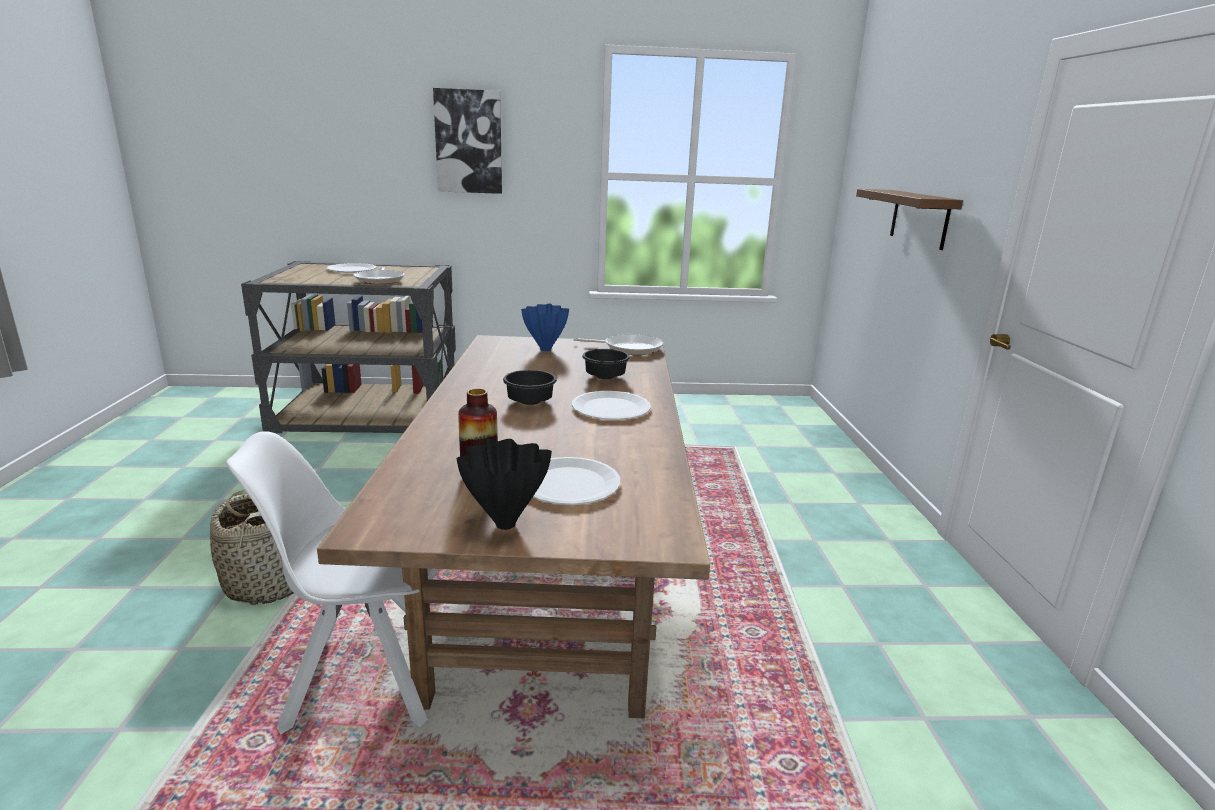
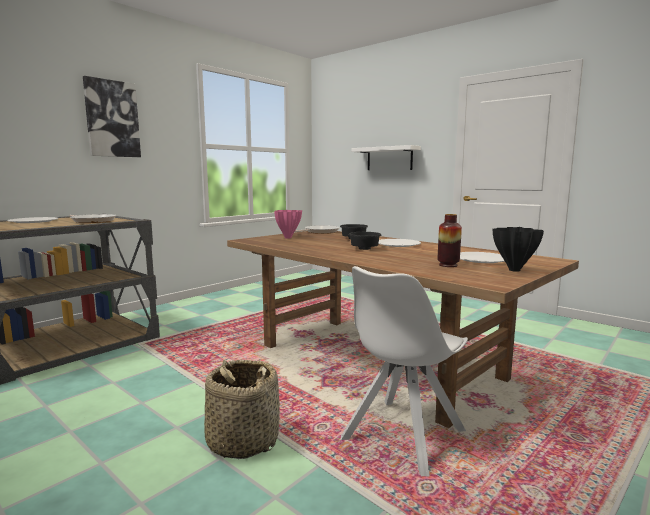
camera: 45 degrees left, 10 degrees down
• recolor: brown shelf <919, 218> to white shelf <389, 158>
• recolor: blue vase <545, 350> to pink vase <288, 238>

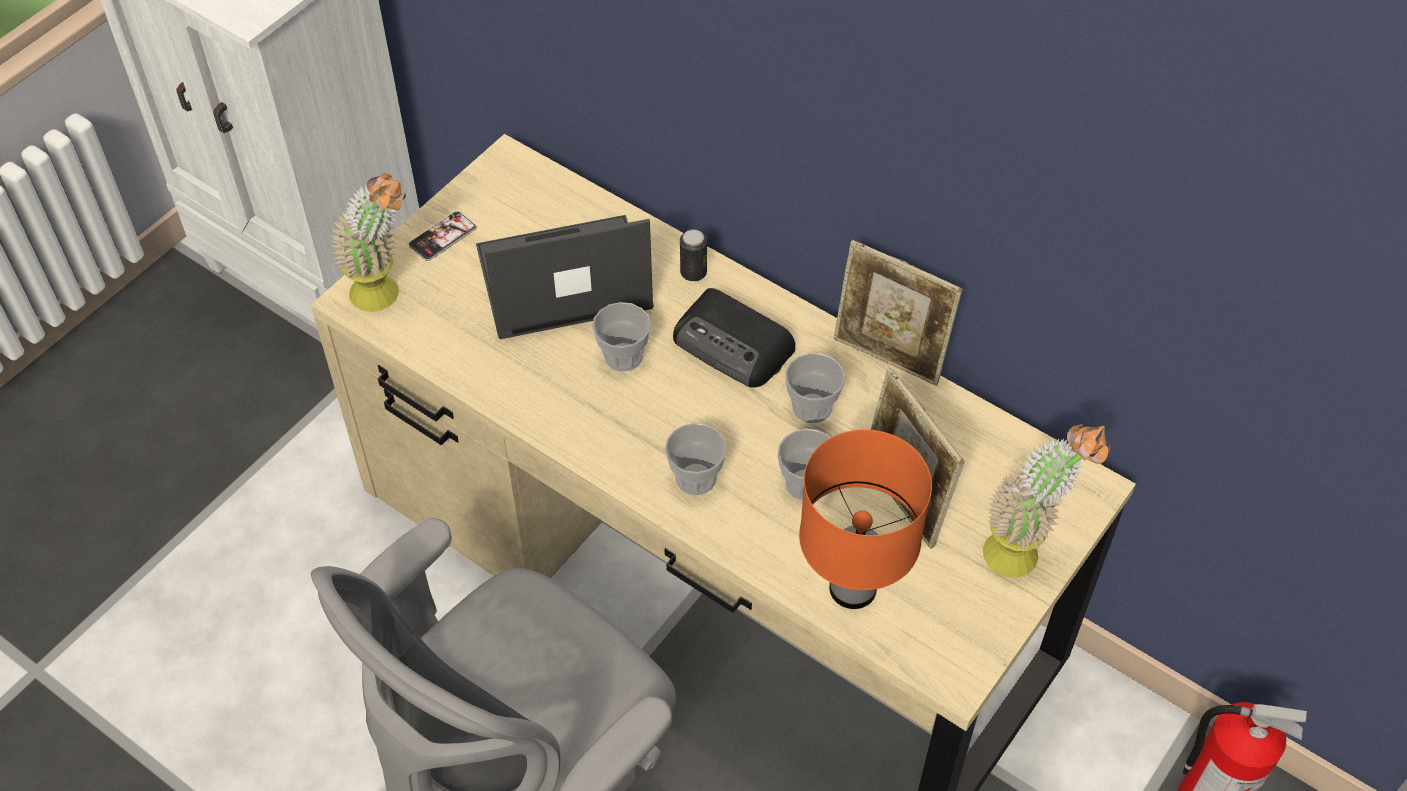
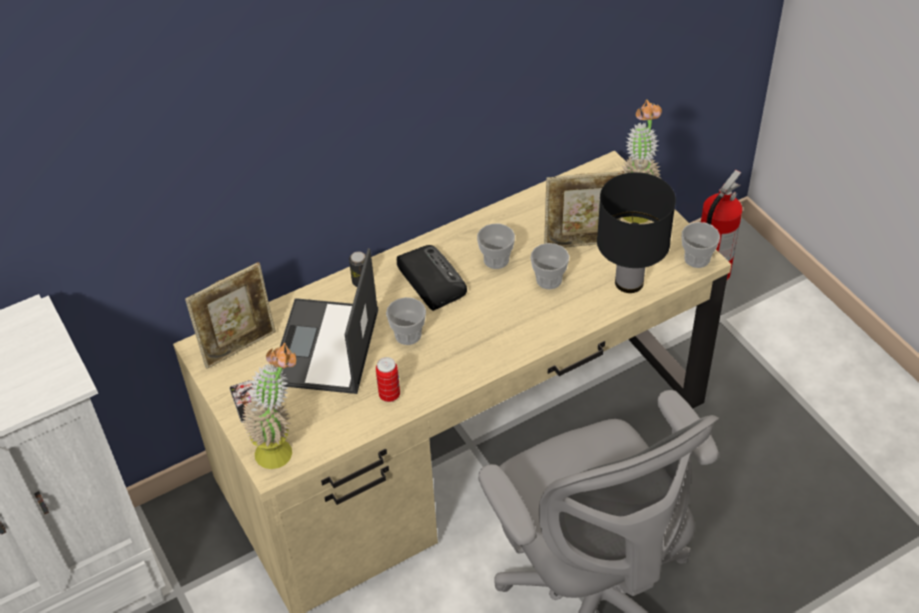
camera: 65 degrees left, 5 degrees down
• move: picture frame <889, 358> to <240, 347>
• rotate: radio <734, 345> = <430, 280> 90 degrees counterclockwise
• move: cup <696, 478> to <697, 258>
• recolor: orange table lamp <851, 589> to black table lamp <629, 283>
• insert: can <389, 395>

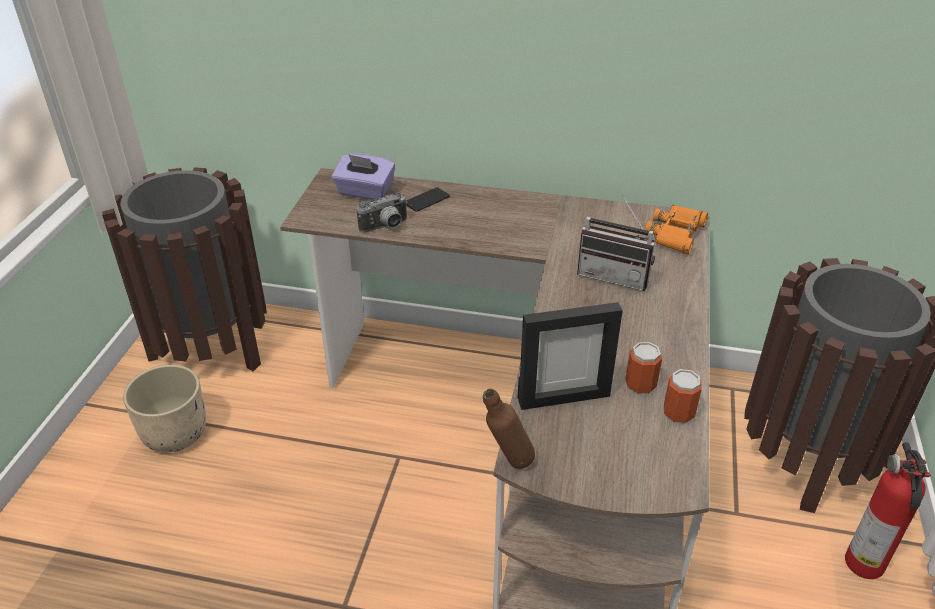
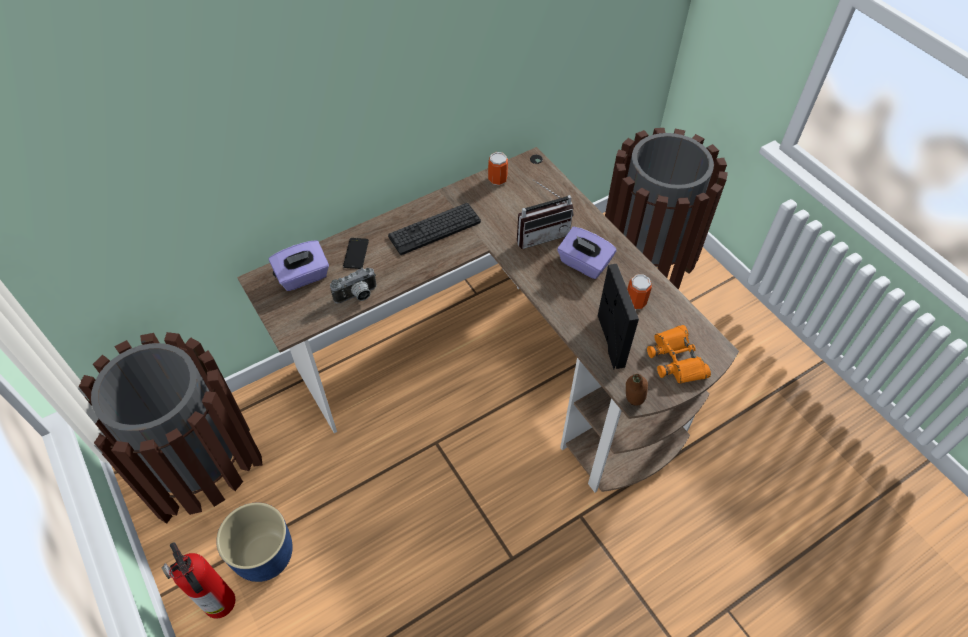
camera: 45 degrees left, 15 degrees up
• rotate: photo camera <386, 227> = <357, 296> 45 degrees clockwise
• move: orange binoculars <676, 234> to <676, 359>
• rotate: picture frame <563, 397> = <609, 341> 45 degrees counterclockwise
• recolor: beige planter <174, 433> to blue planter <263, 555>
• move: can <678, 413> to <497, 179>
• move: fire extinguisher <865, 565> to <220, 604>
• insert: keyboard <435, 229>
• insert: purple tissue box <583, 264>

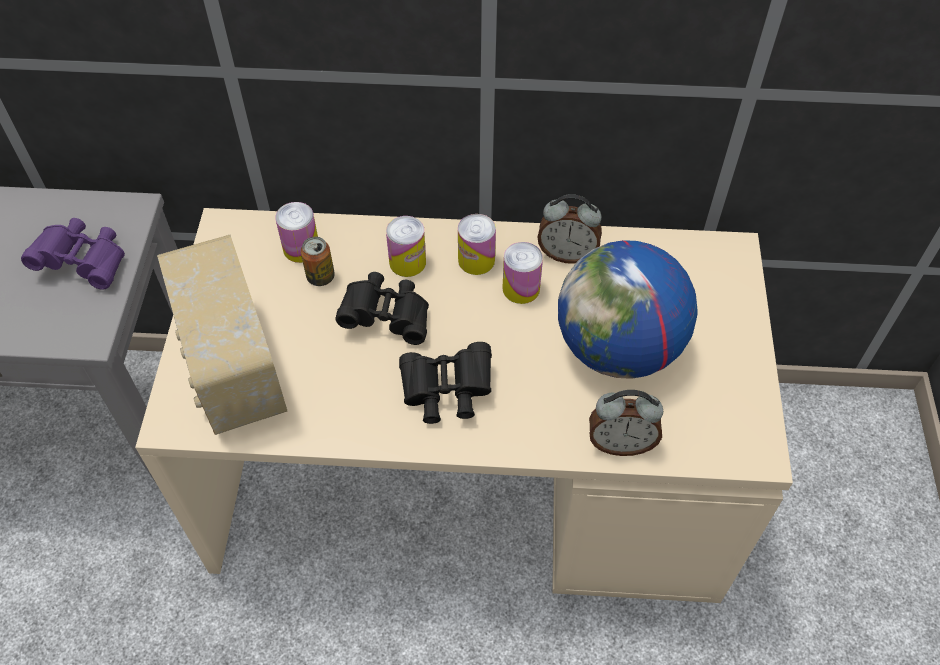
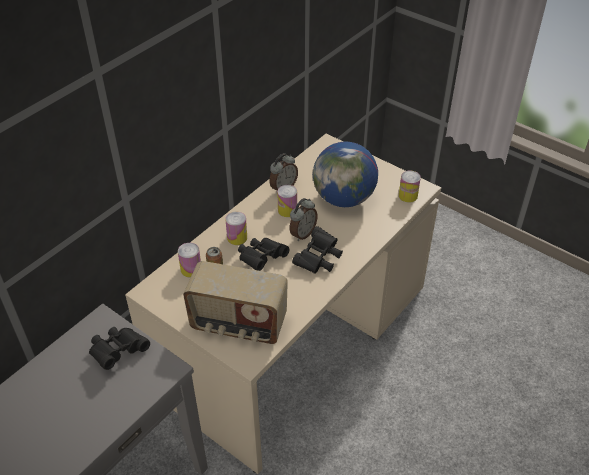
camera: 55 degrees left, 10 degrees down
• move: can <476, 260> to <408, 196>
• recolor: purple binoculars <84, 263> to black binoculars <118, 352>
• move: alarm clock <620, 443> to <302, 234>

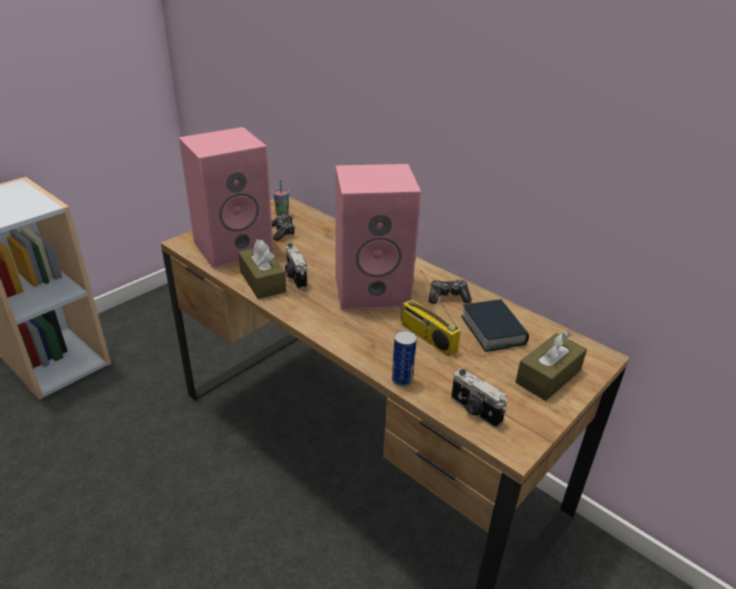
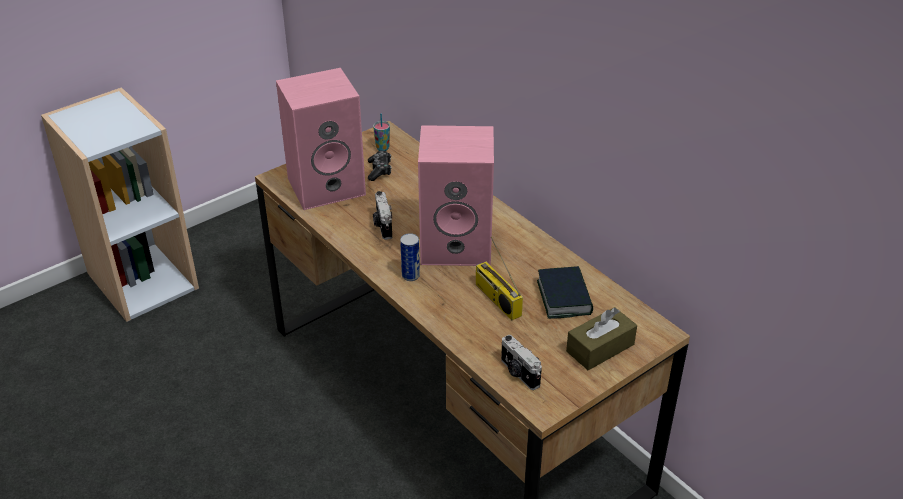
camera: 10 degrees right, 5 degrees up
• delete: brown tissue box <262, 281>
• delete: game controller <448, 297>
• move: can <402, 380> to <410, 276>

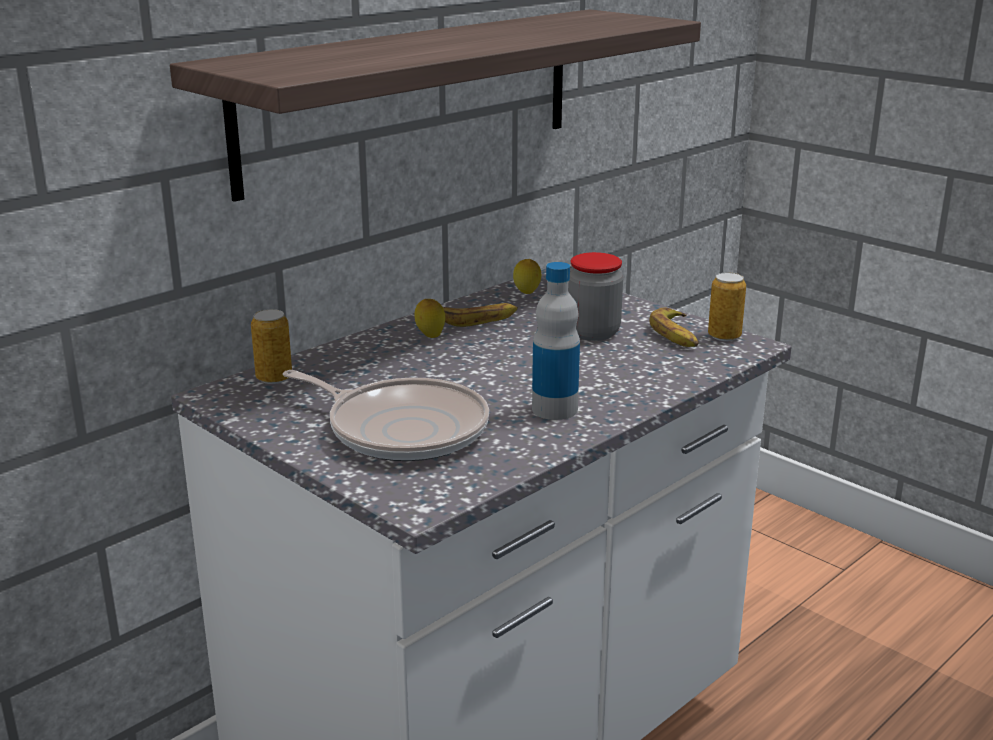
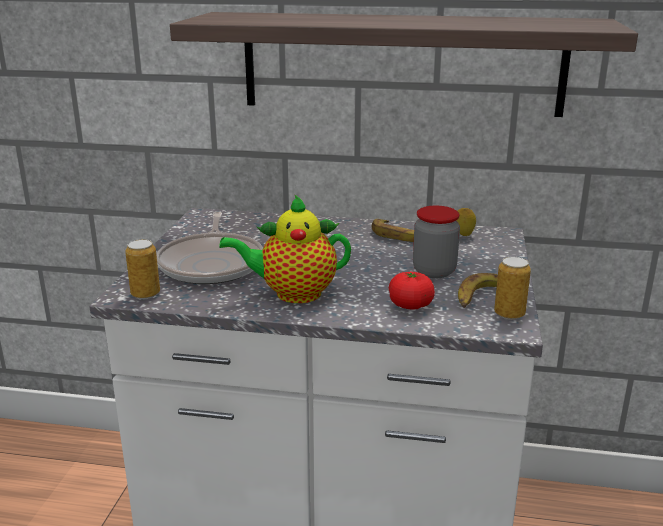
camera: 55 degrees right, 0 degrees up
• replace: bottle <554, 409> to teapot <293, 294>
• delete: lemon <430, 337>
• move: can <274, 378> to <145, 294>
• insert: tomato <410, 305>

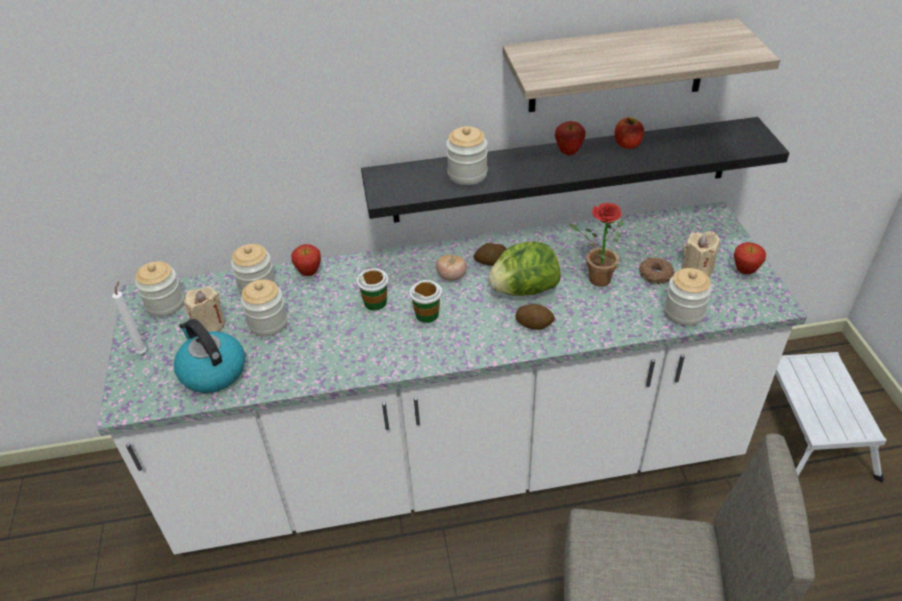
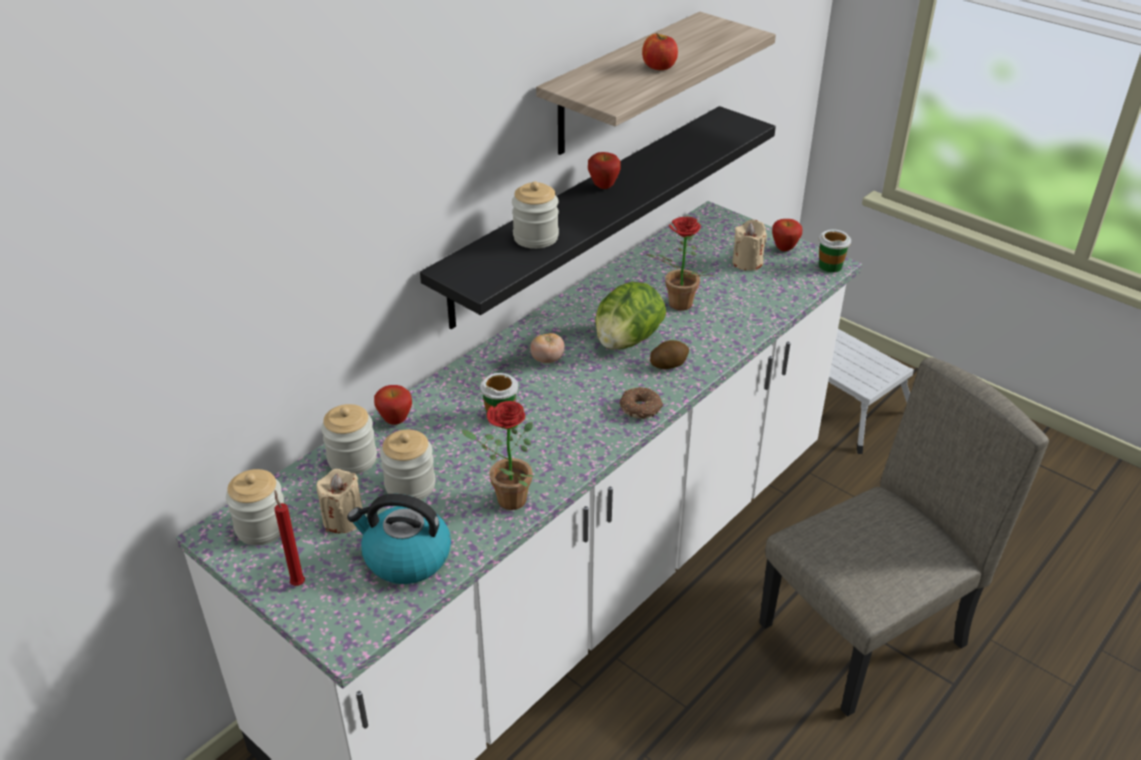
camera: 40 degrees left, 5 degrees down
• move: apple <627, 144> to <659, 67>
• delete: potato <491, 262>
• move: donut <656, 275> to <641, 408>
• delete: jar <683, 312>
• move: cup <427, 314> to <830, 266>
• recolor: white candle <143, 351> to red candle <297, 582>
• insert: potted plant <505, 500>

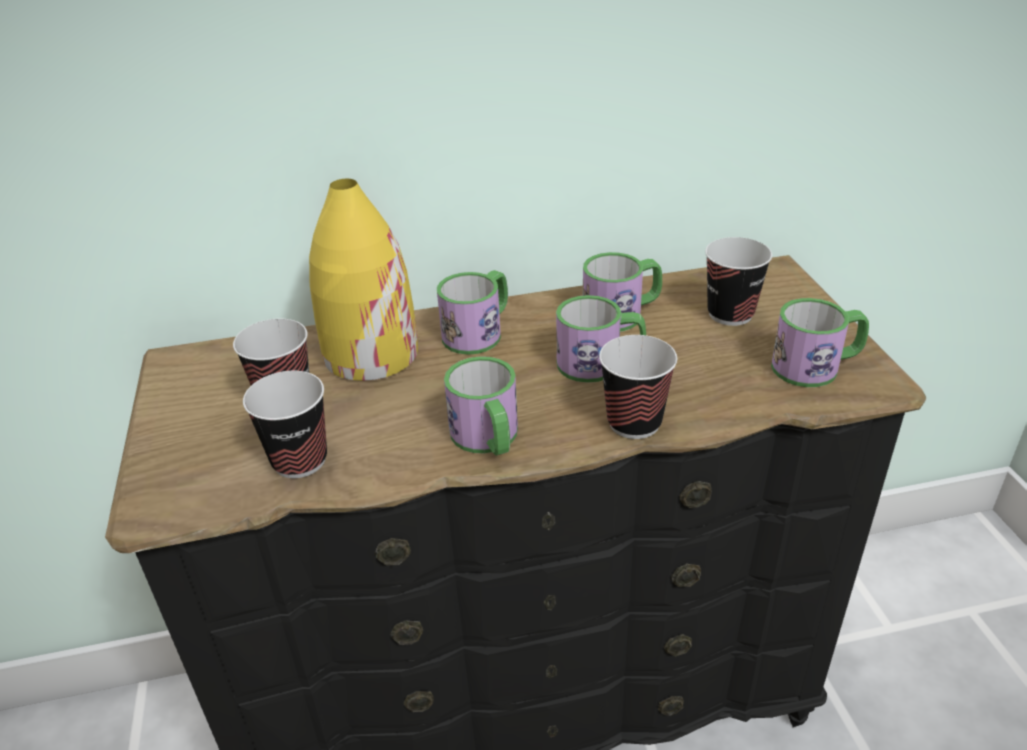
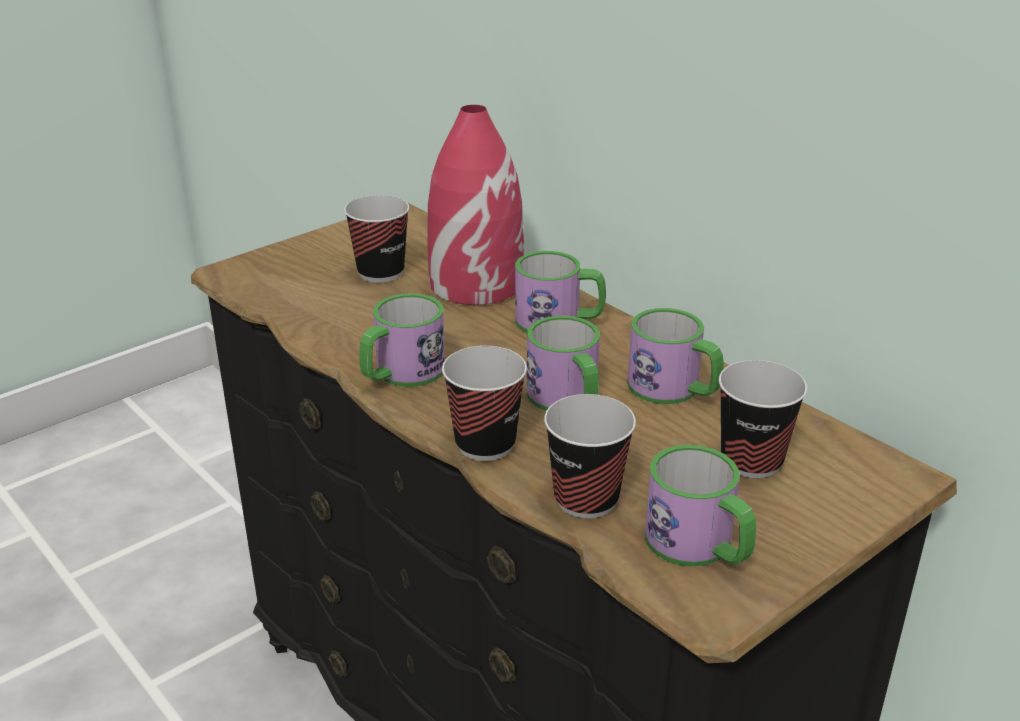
camera: 60 degrees right, 5 degrees down
• recolor: yellow vase <370, 354> to red vase <475, 283>
• move: cup <299, 460> to <586, 499>

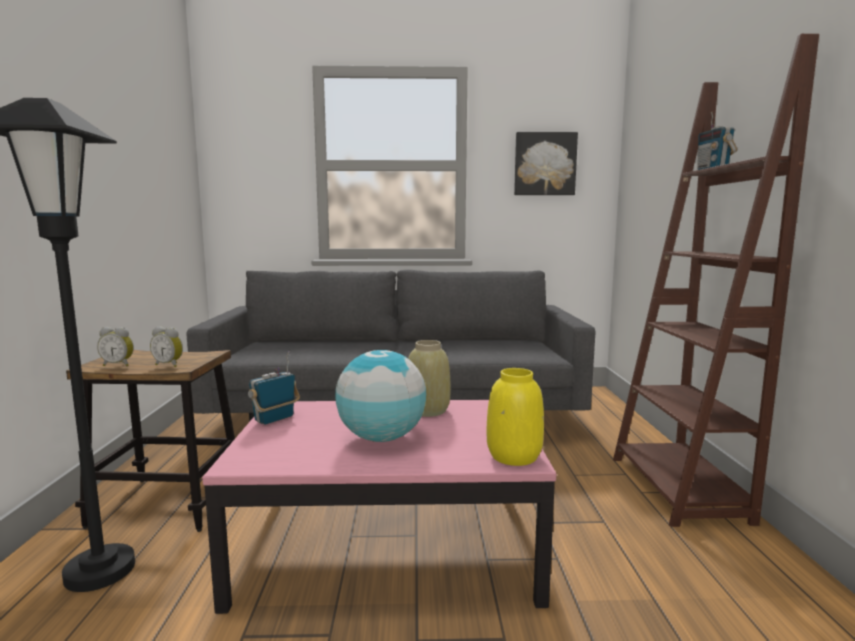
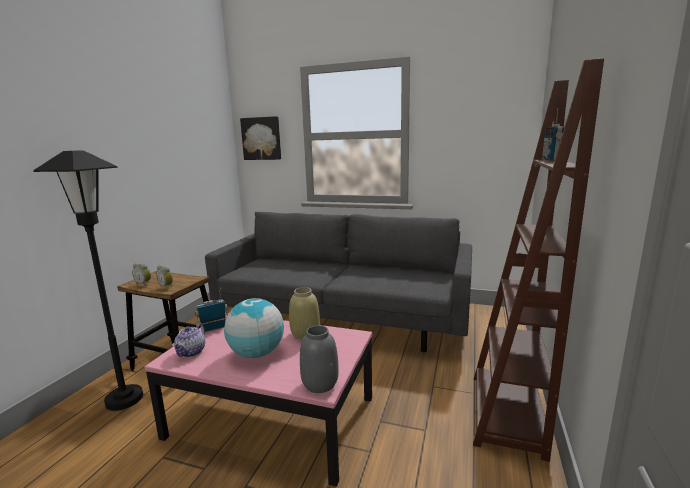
camera: 20 degrees right, 5 degrees up
• move: picture <544, 164> to <261, 138>
• recolor: yellow vase <514, 456> to grey vase <320, 384>
• insert: teapot <191, 352>

